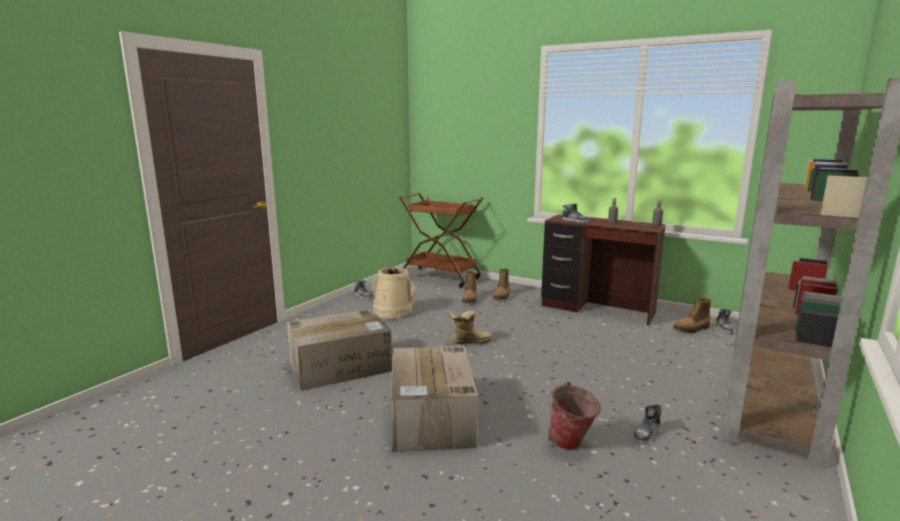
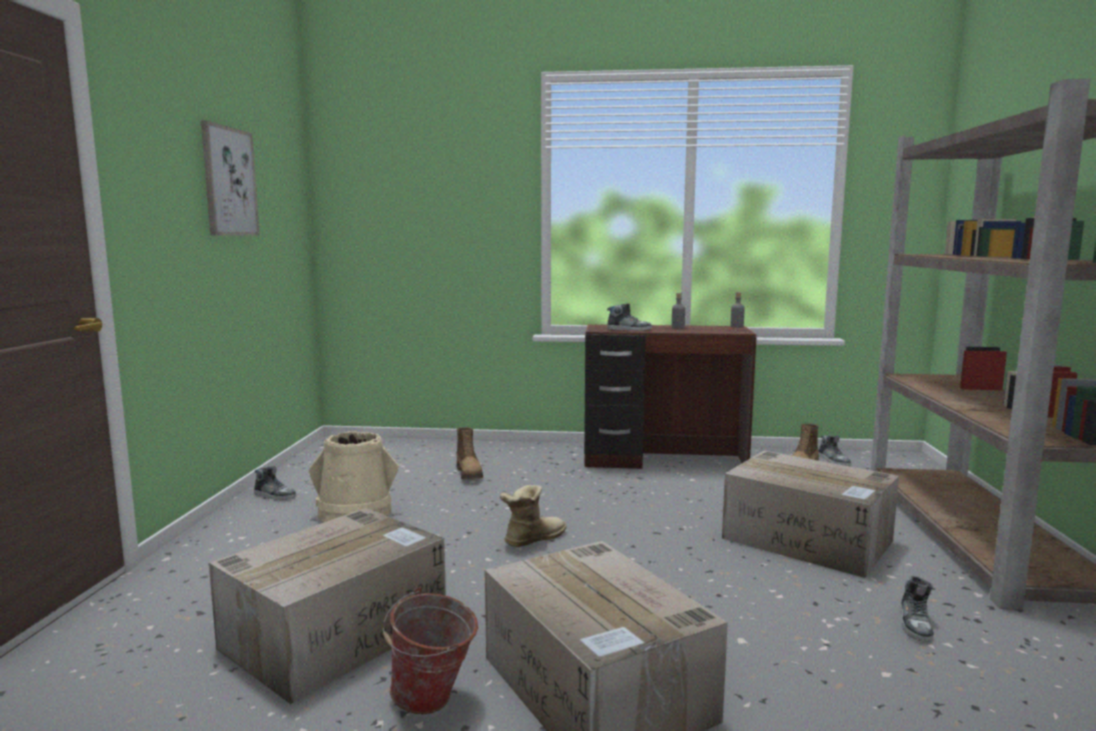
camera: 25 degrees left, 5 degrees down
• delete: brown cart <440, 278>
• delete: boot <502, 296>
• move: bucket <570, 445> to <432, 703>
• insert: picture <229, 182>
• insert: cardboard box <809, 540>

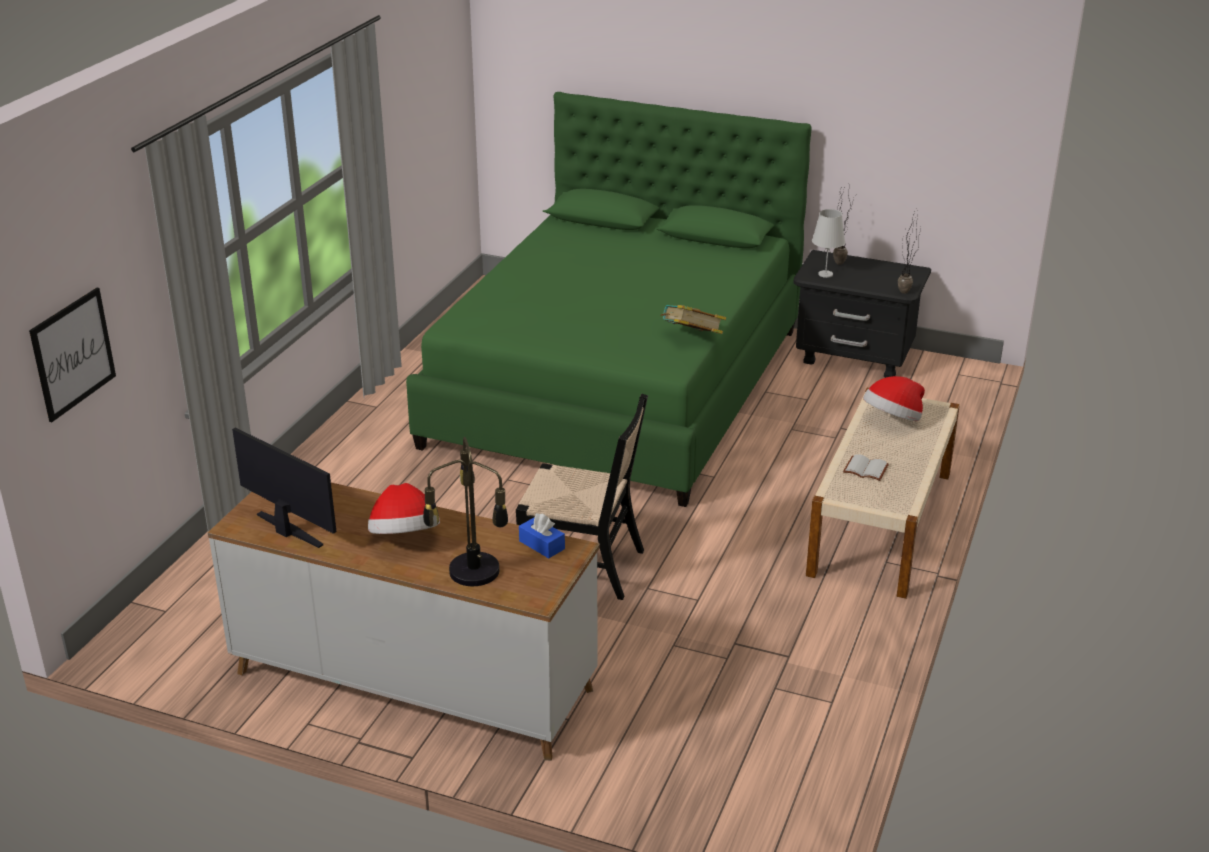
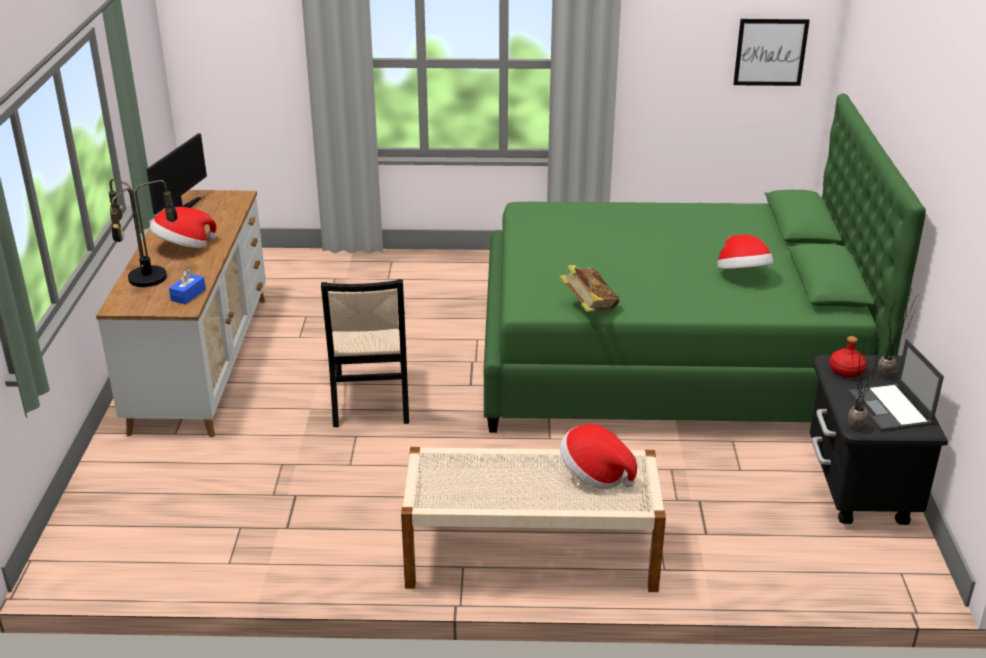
camera: 70 degrees right, 0 degrees up
• replace: white table lamp <825, 274> to red bottle <846, 371>
• move: picture <73, 353> to <770, 52>
• delete: white book <864, 470>
• insert: hat <742, 275>
• insert: laptop <890, 408>

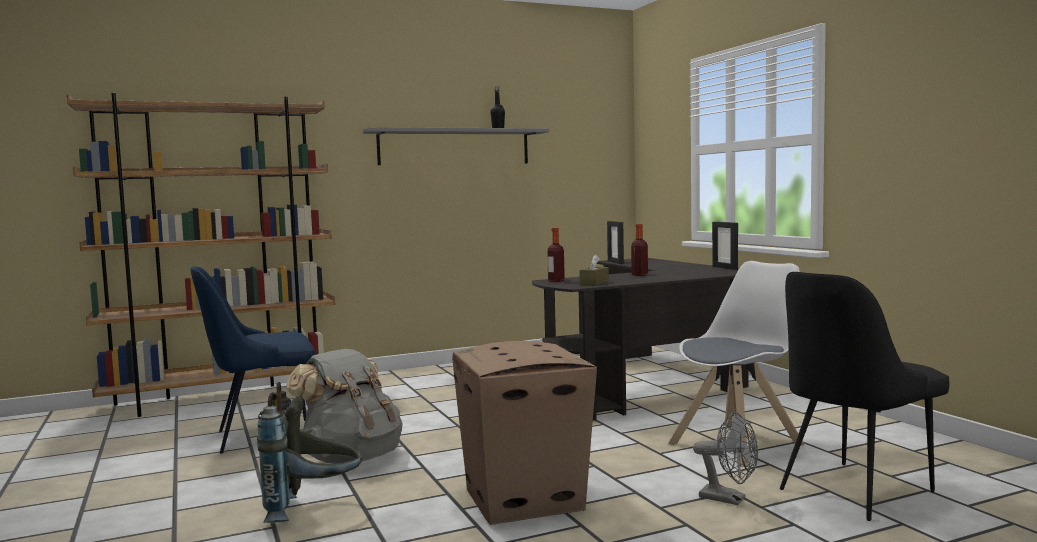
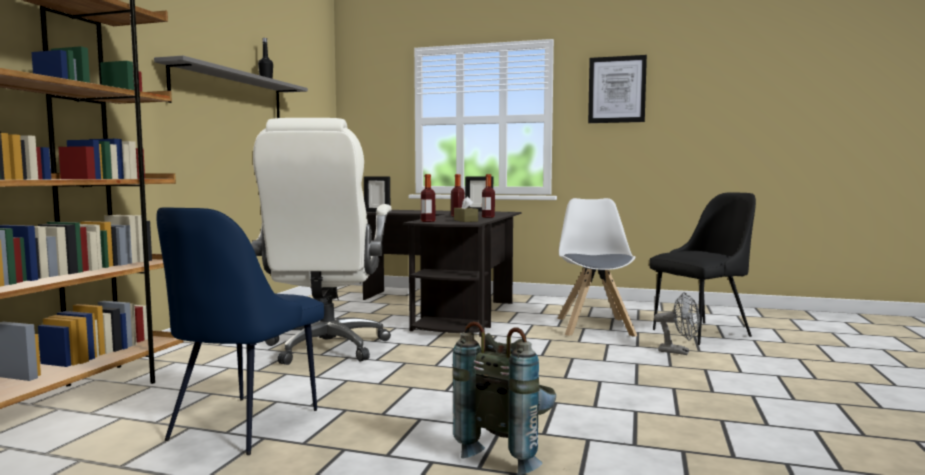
camera: 50 degrees left, 0 degrees up
• rotate: black chair <855, 491> = <701, 333> 120 degrees counterclockwise
• delete: cardboard box <524, 499>
• delete: grey backpack <351, 459>
• rotate: grey fan <729, 499> = <679, 352> 45 degrees clockwise
• insert: picture <617, 89>
• insert: white office chair <326, 348>
• insert: bottle <488, 217>

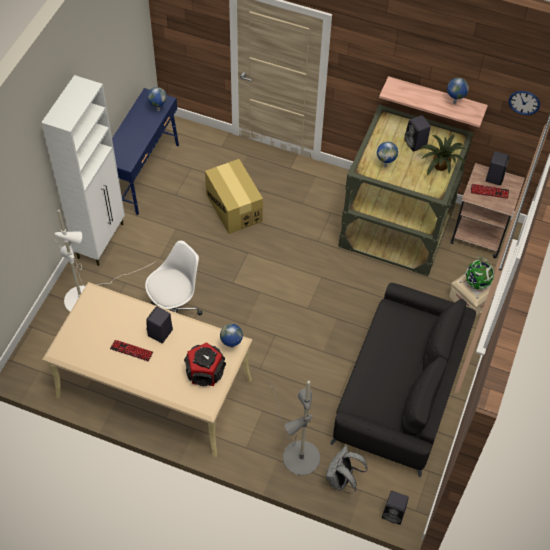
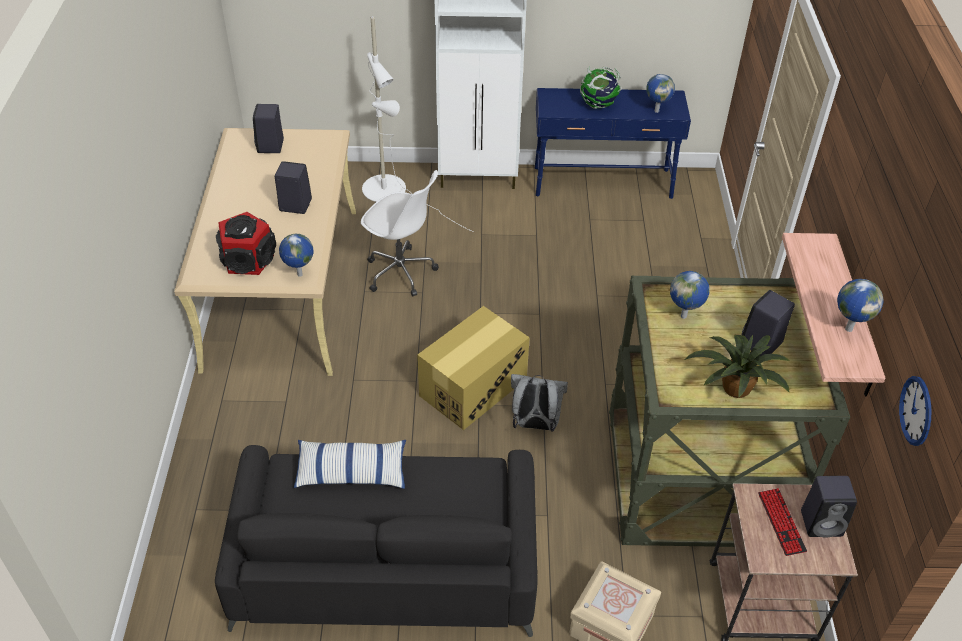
camera: 70 degrees right, 10 degrees down
• move: cardboard box <234, 207> to <473, 387>
• move: globe <476, 282> to <598, 105>
• delete: keyboard <131, 351>
• delete: grey floor lamp <297, 450>
• move: grey backpack <341, 480> to <534, 424>
• move: black speaker <394, 513> to <270, 146>
• insert: pillow <351, 471>

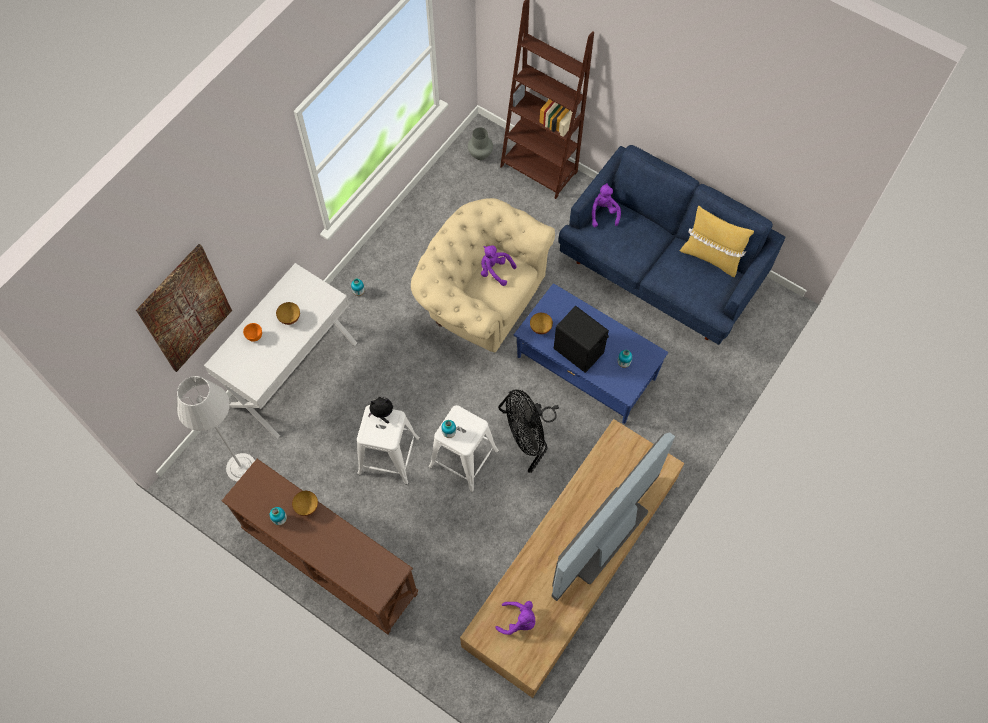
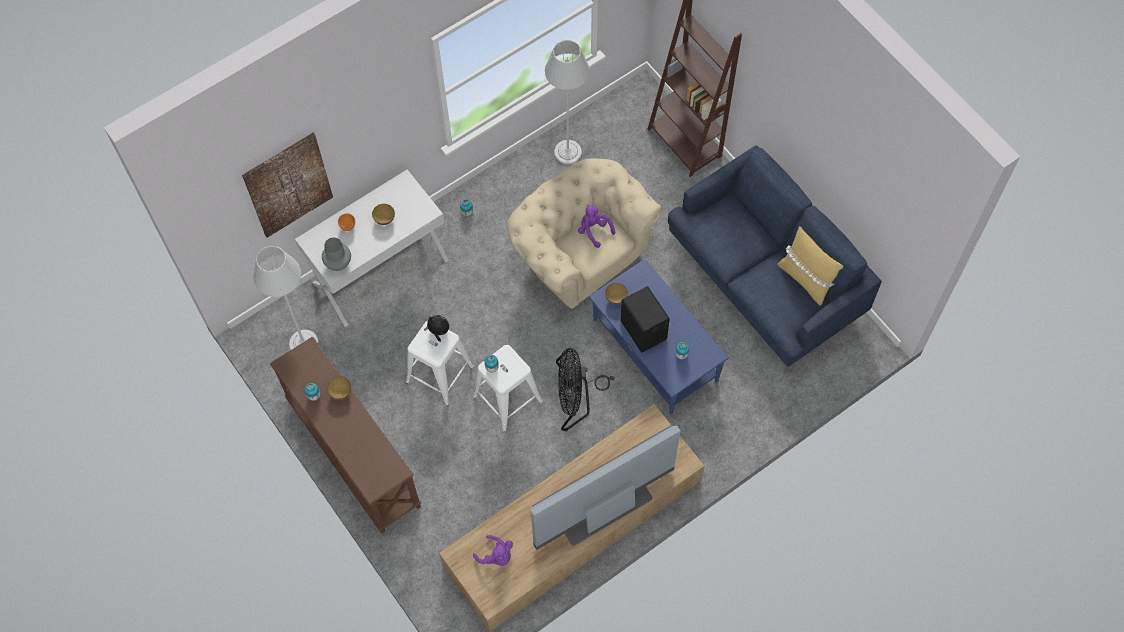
camera: 20 degrees right, 0 degrees up
• move: grey vase <480, 154> to <338, 263>
• delete: purple plush toy <602, 213>
• insert: grey floor lamp <567, 152>

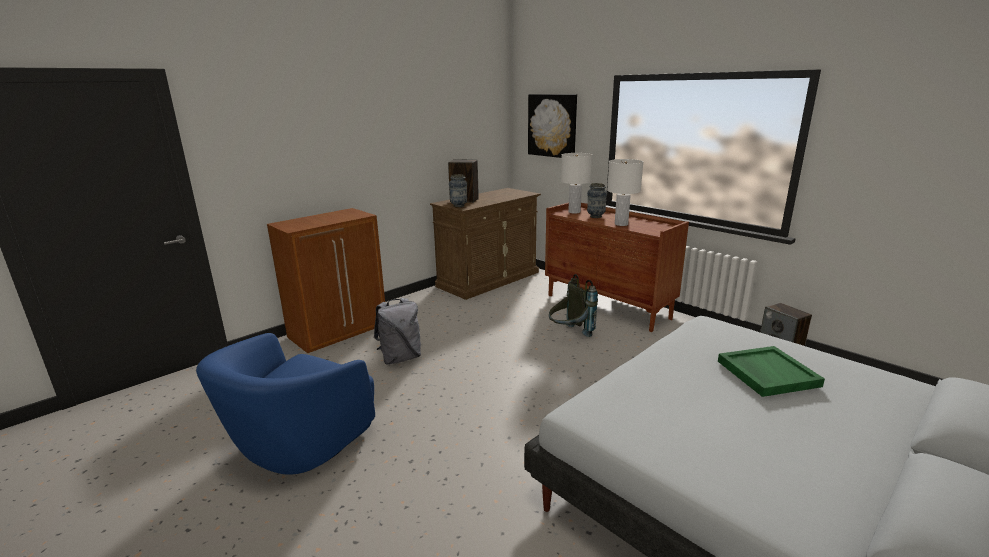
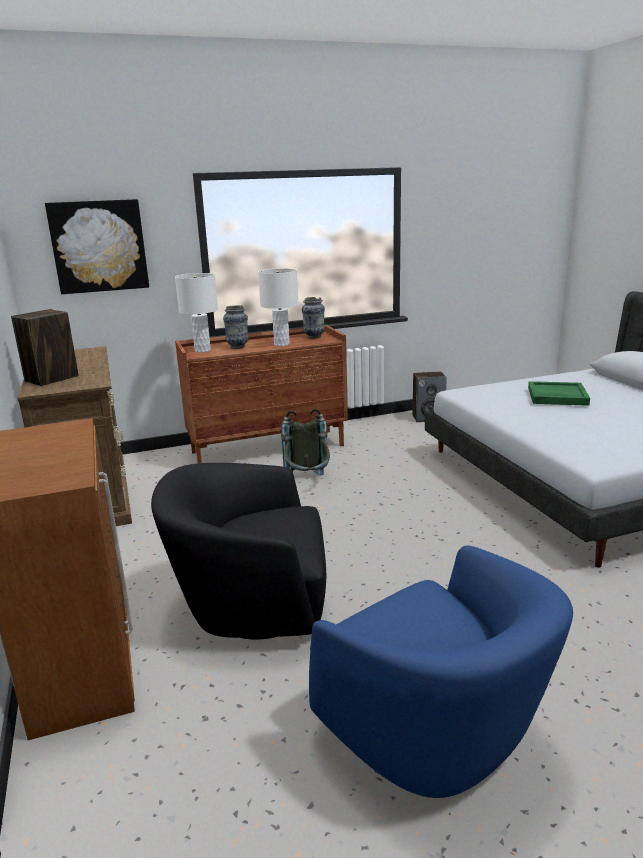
camera: 65 degrees left, 0 degrees up
• move: vase <459, 206> to <314, 337>
• replace: grey backpack <400, 358> to black armchair <252, 606>

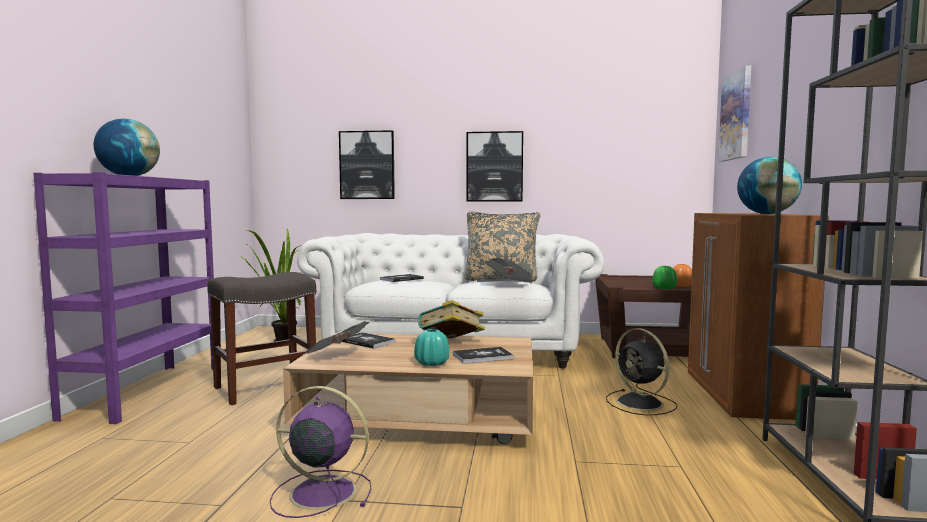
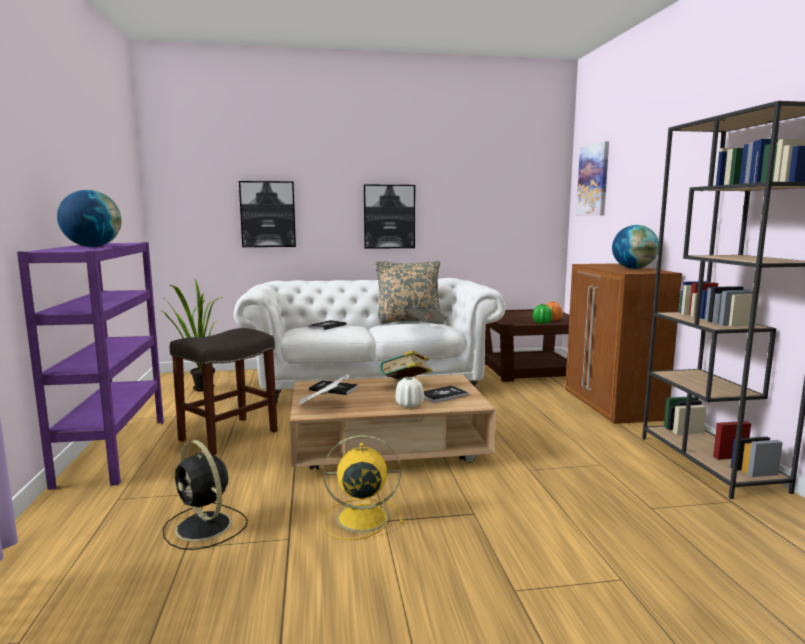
camera: 15 degrees left, 5 degrees up
• move: black fan <641, 403> to <205, 527>
• recolor: turquoise vase <432, 363> to white vase <409, 405>
• recolor: purple fan <320, 492> to yellow fan <360, 518>

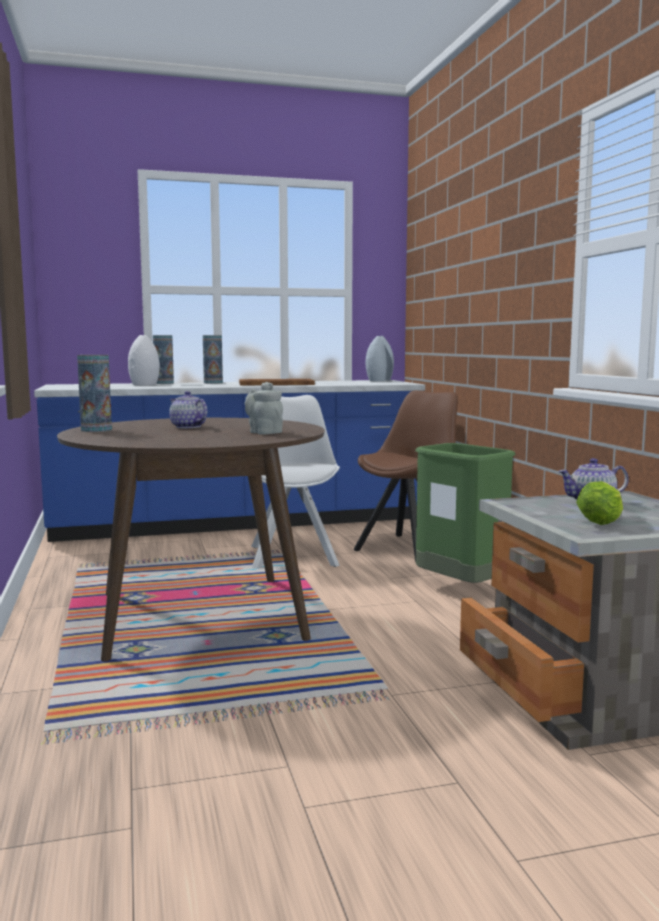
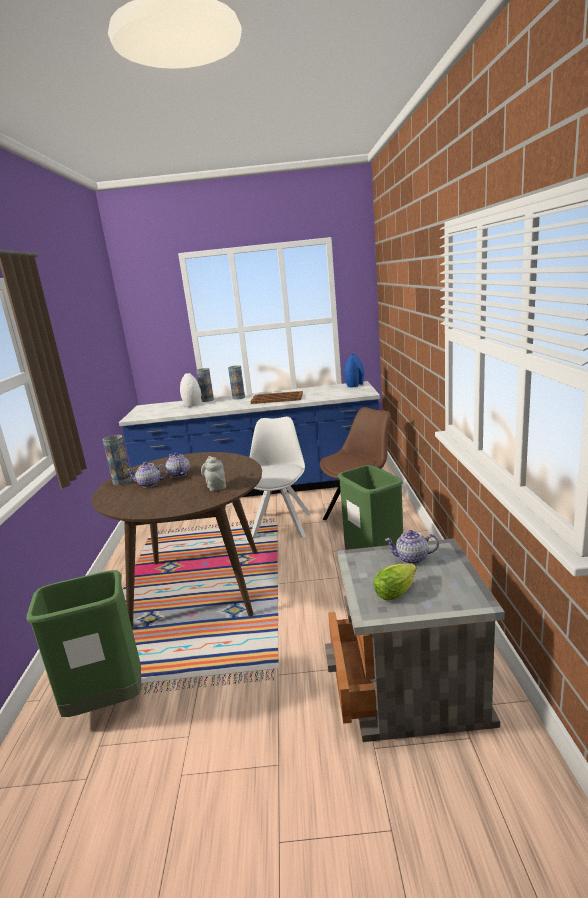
camera: 15 degrees right, 10 degrees up
• recolor: grey vase <380, 381> to blue vase <355, 385>
• insert: teapot <149, 484>
• insert: green trash can <107, 704>

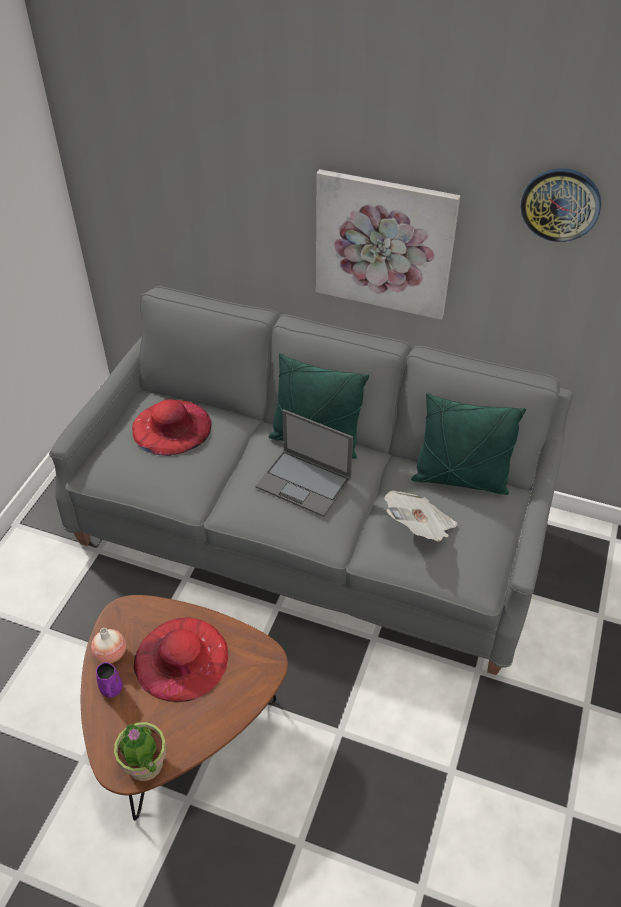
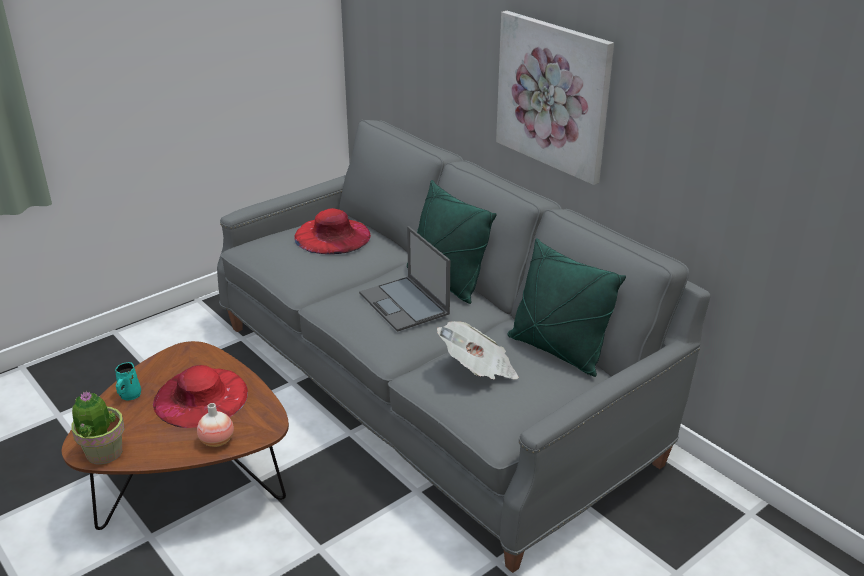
camera: 30 degrees right, 15 degrees down
• delete: wall clock <560, 204>
• move: vase <111, 654> to <217, 441>
• recolor: purple mug <111, 690> to turquoise mug <129, 395>

